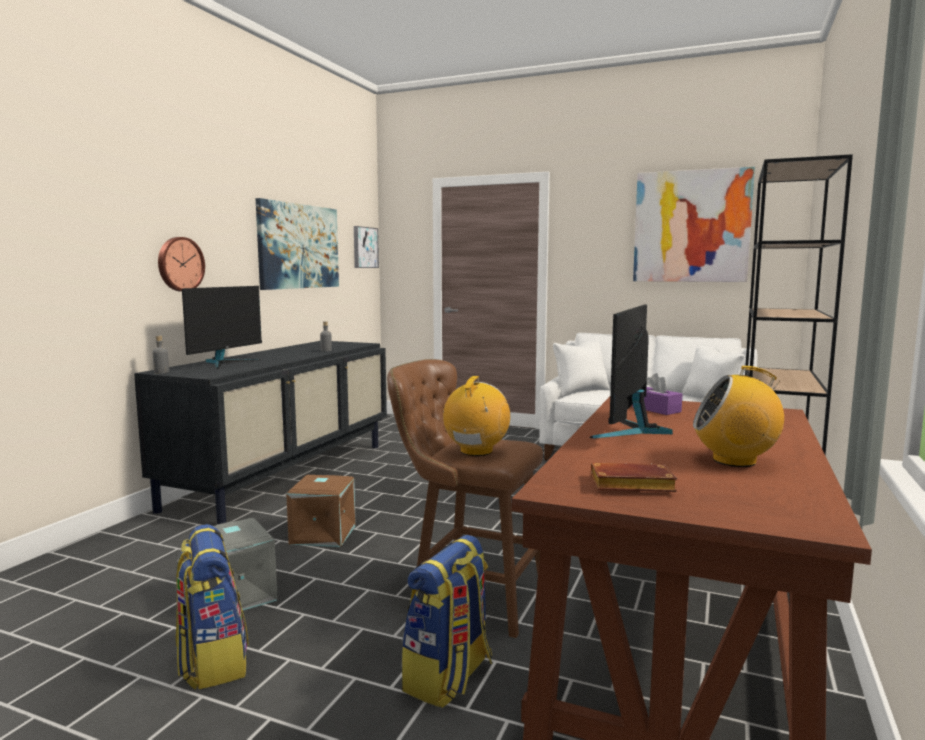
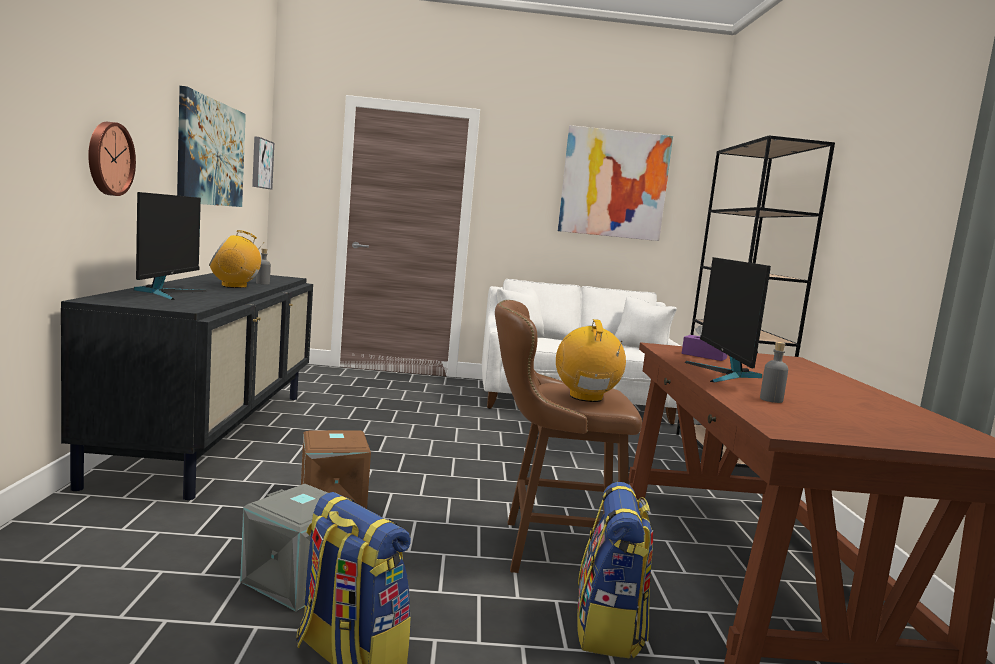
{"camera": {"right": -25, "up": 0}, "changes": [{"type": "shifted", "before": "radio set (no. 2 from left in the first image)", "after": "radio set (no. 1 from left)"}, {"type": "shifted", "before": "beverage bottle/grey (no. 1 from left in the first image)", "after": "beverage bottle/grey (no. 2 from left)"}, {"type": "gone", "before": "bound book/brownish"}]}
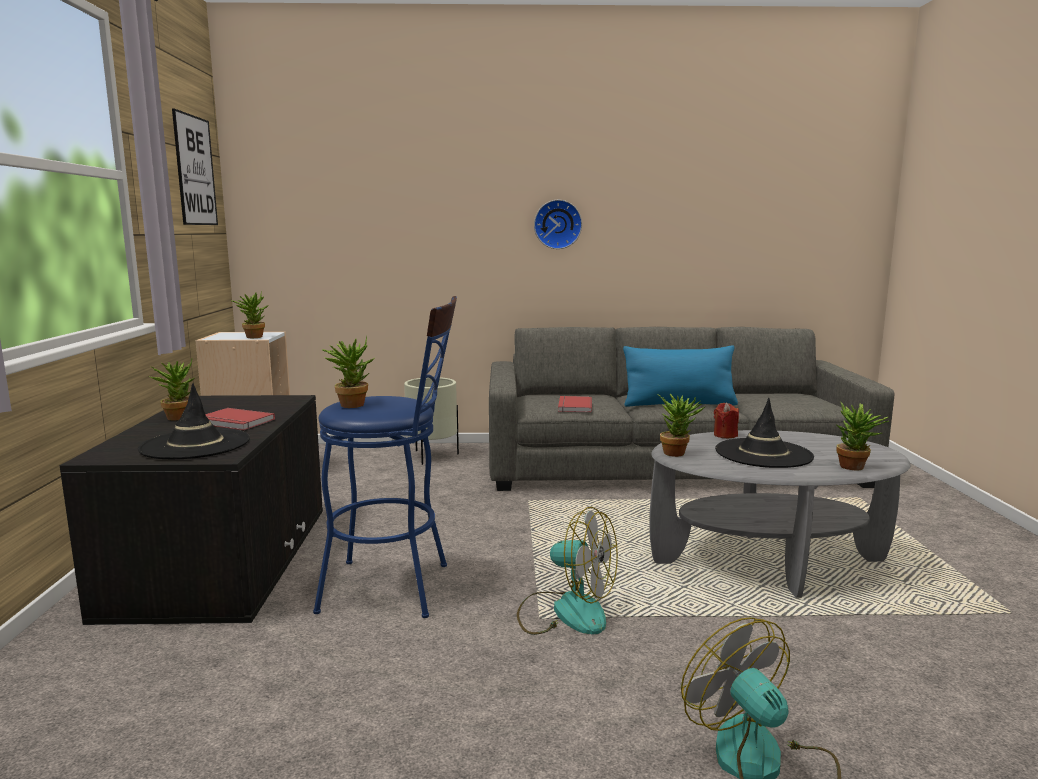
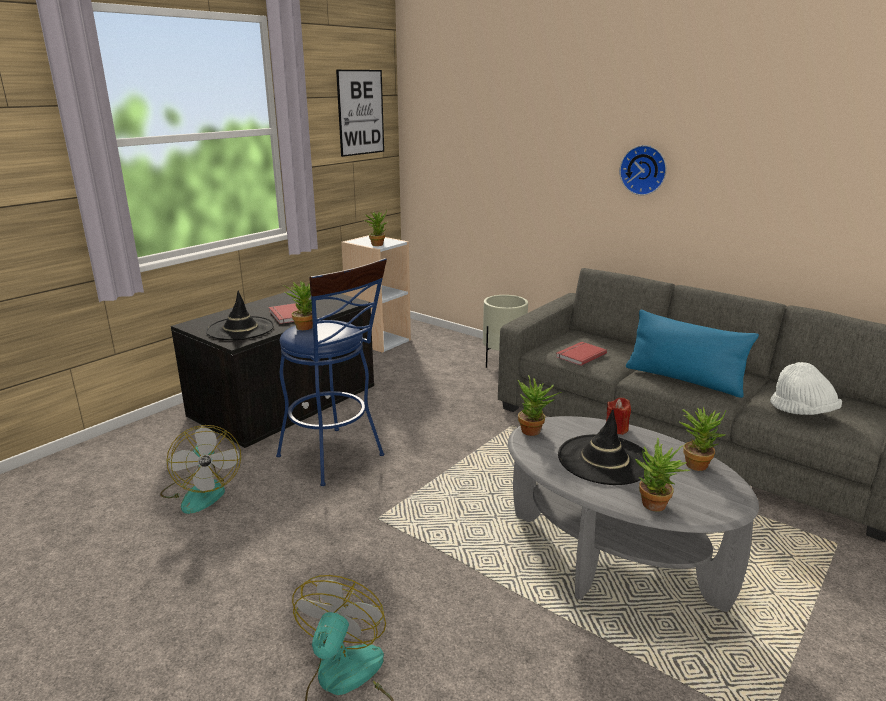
{"camera": {"right": 40, "up": 10}, "changes": [{"type": "shifted", "before": "electric fan (no. 1 from left)"}, {"type": "shifted", "before": "houseplant (no. 1 from left in the first image)", "after": "houseplant (no. 5 from left)"}, {"type": "new", "after": "wearable hat/whitish"}]}
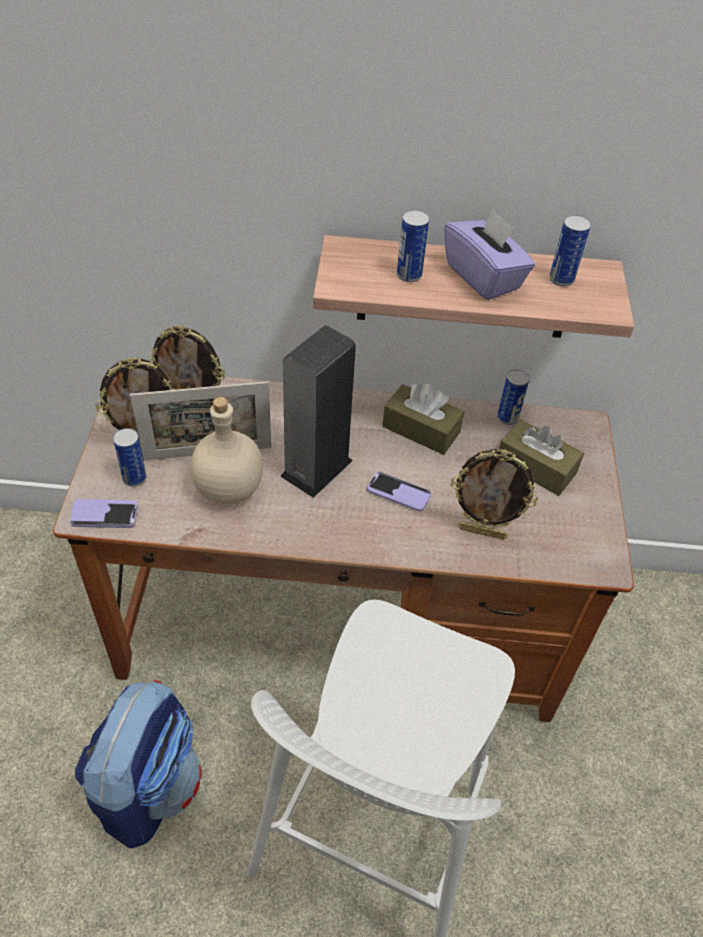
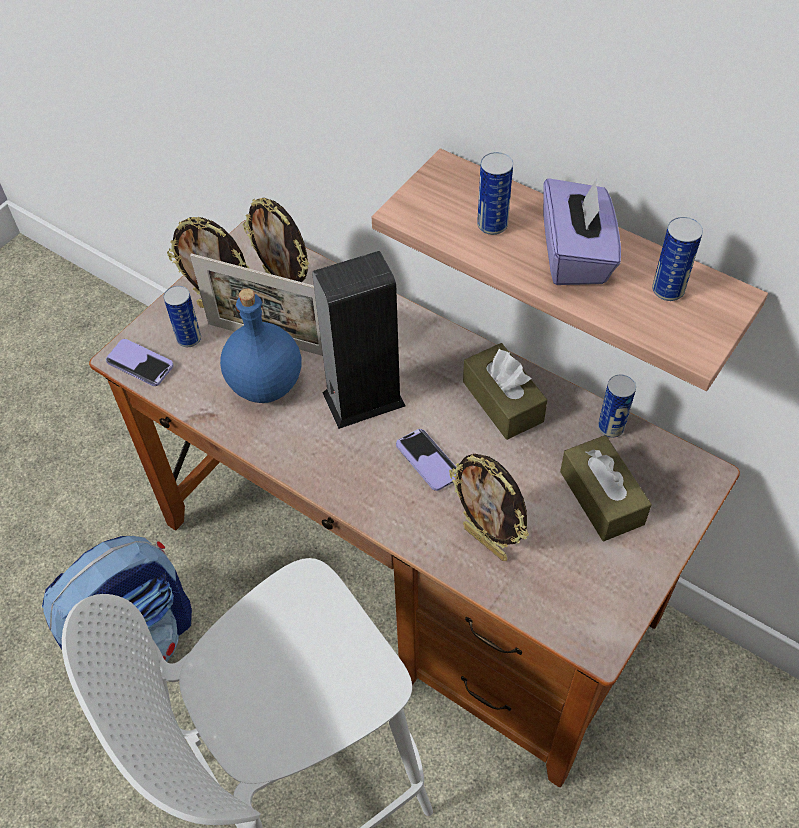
{"camera": {"right": 35, "up": 5}, "changes": [{"type": "repainted", "before": "beverage bottle/beige", "after": "beverage bottle/bluish"}]}
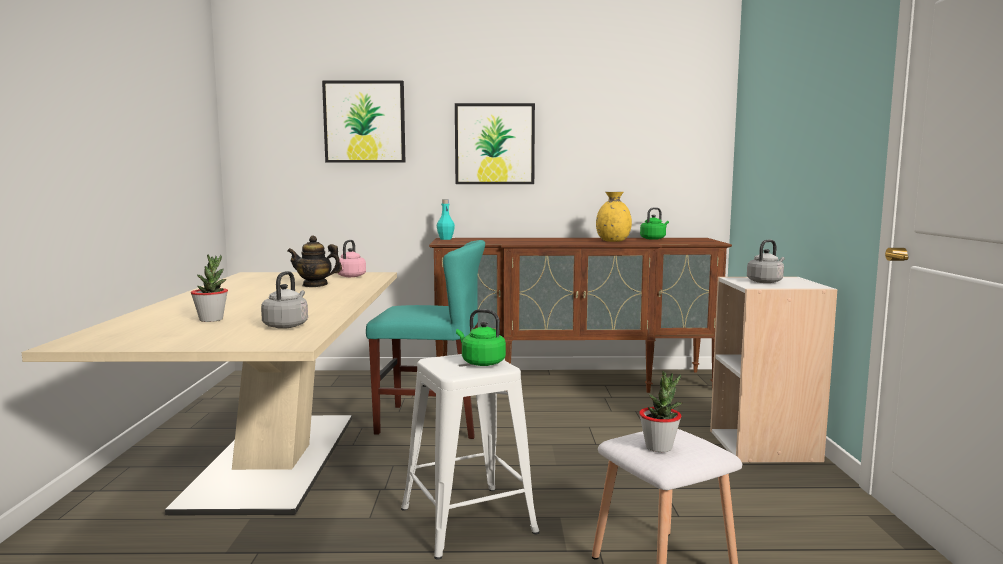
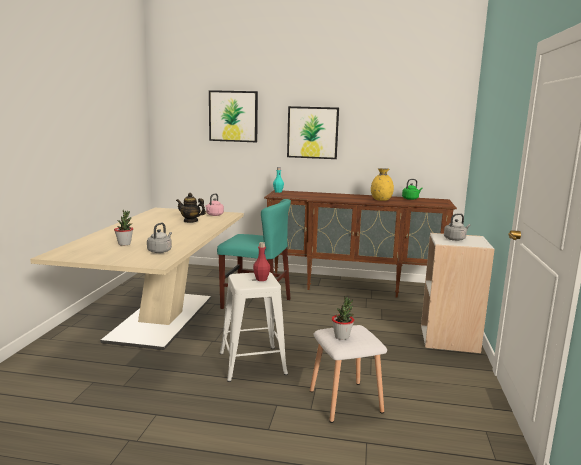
{"camera": {"right": 10, "up": 5}, "changes": [{"type": "swapped", "before": "water kettle/green (no. 1 from left)", "after": "beverage bottle/red"}]}
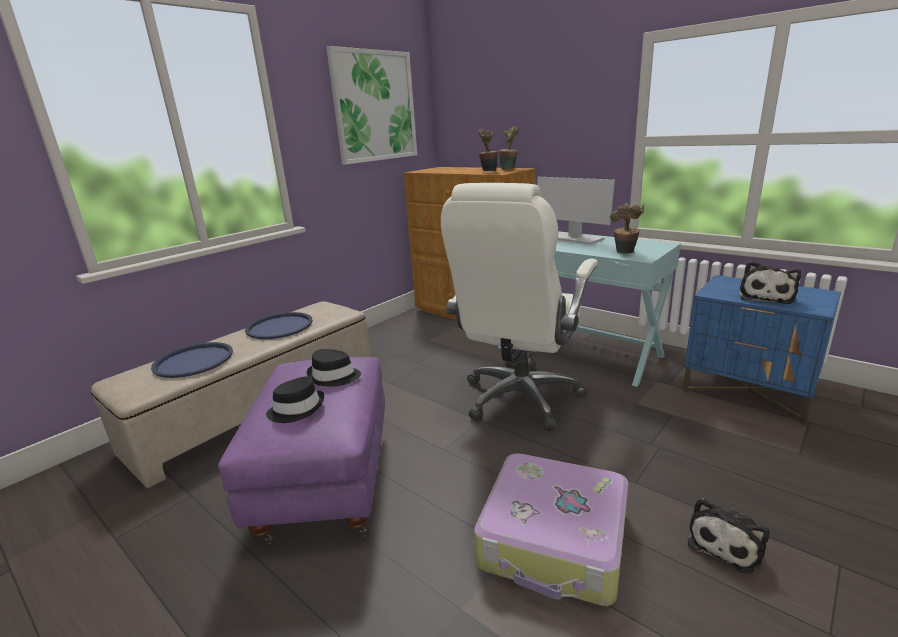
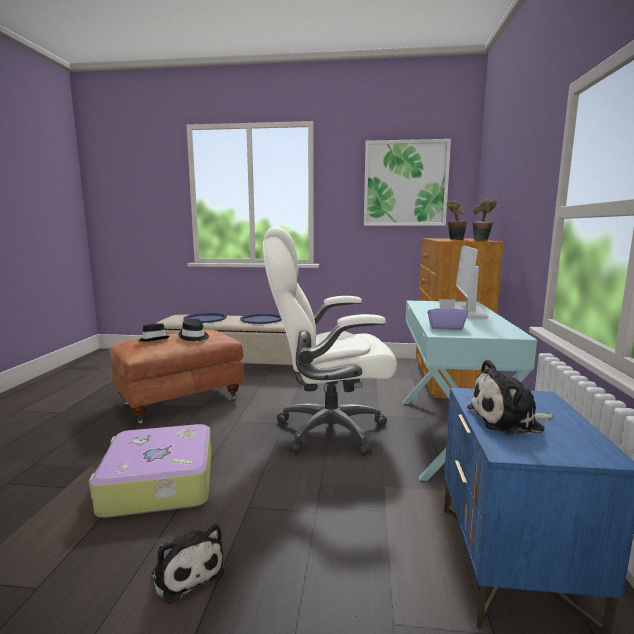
{"camera": {"right": 55, "up": -10}, "changes": [{"type": "repainted", "before": "pouffe/purple-coloured", "after": "pouffe/brownish"}, {"type": "rotated", "before": "plush toy (no. 1 from left)", "turn": -135}, {"type": "swapped", "before": "houseplant (no. 3 from left)", "after": "box of tissues/purple-coloured"}]}
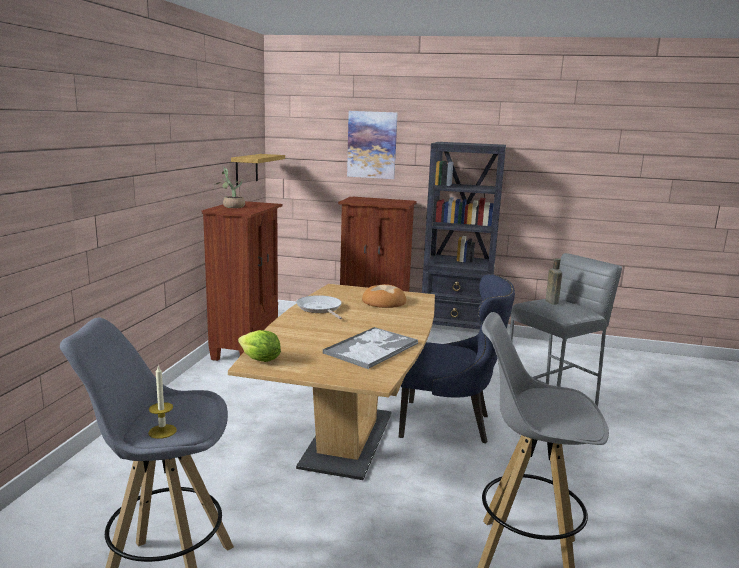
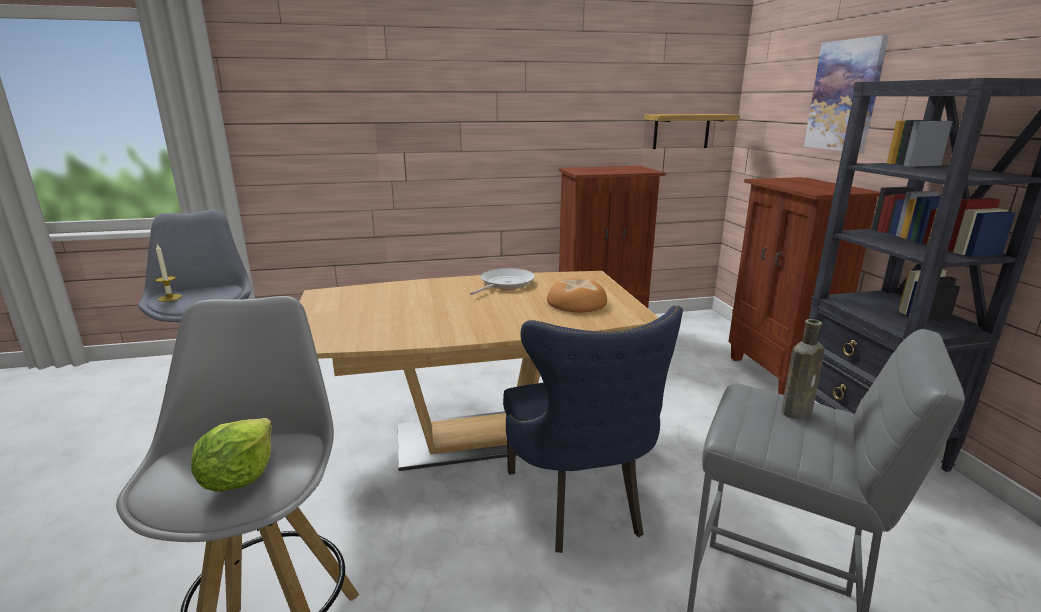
{"camera": {"right": 65, "up": 5}, "changes": [{"type": "shifted", "before": "head of lettuce"}, {"type": "gone", "before": "houseplant"}, {"type": "gone", "before": "serving tray"}]}
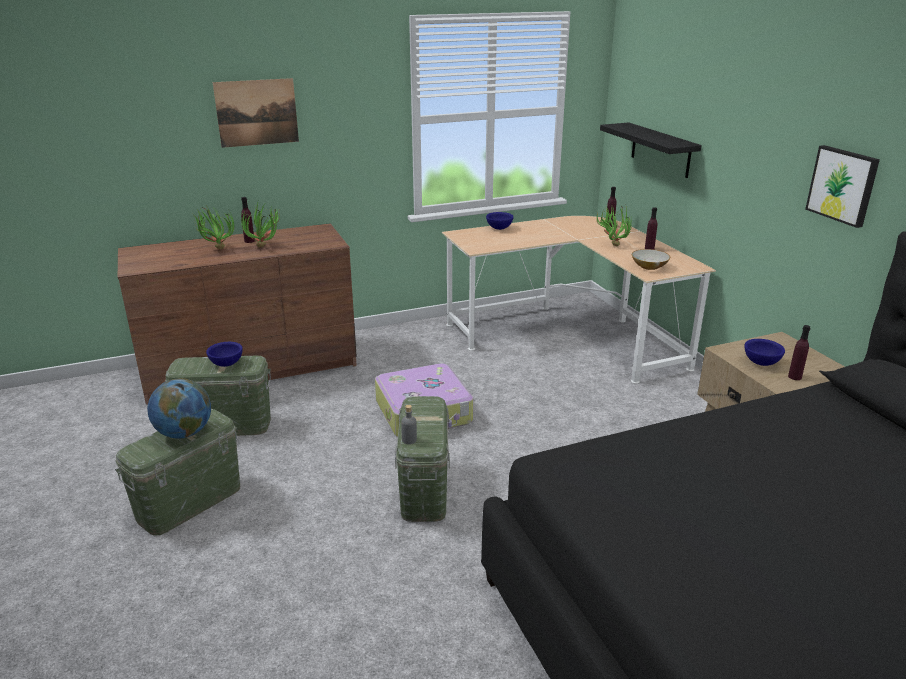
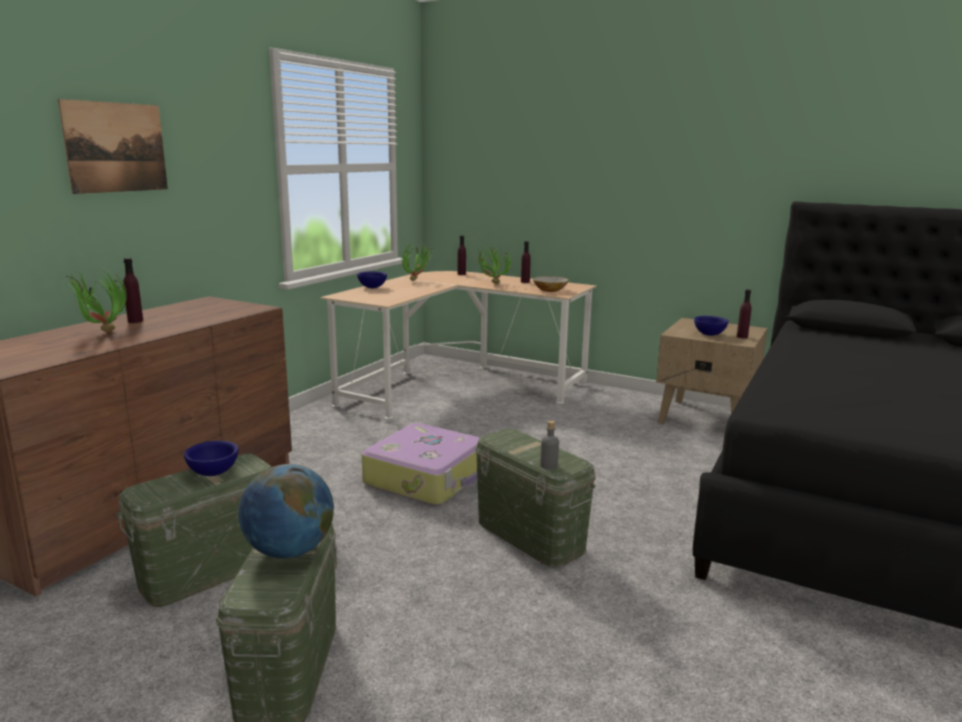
{"camera": {"right": -40, "up": -10}, "changes": [{"type": "shifted", "before": "houseplant (no. 2 from left)"}, {"type": "gone", "before": "wall shelf/black-coloured"}, {"type": "gone", "before": "picture (no. 2 from left)"}]}
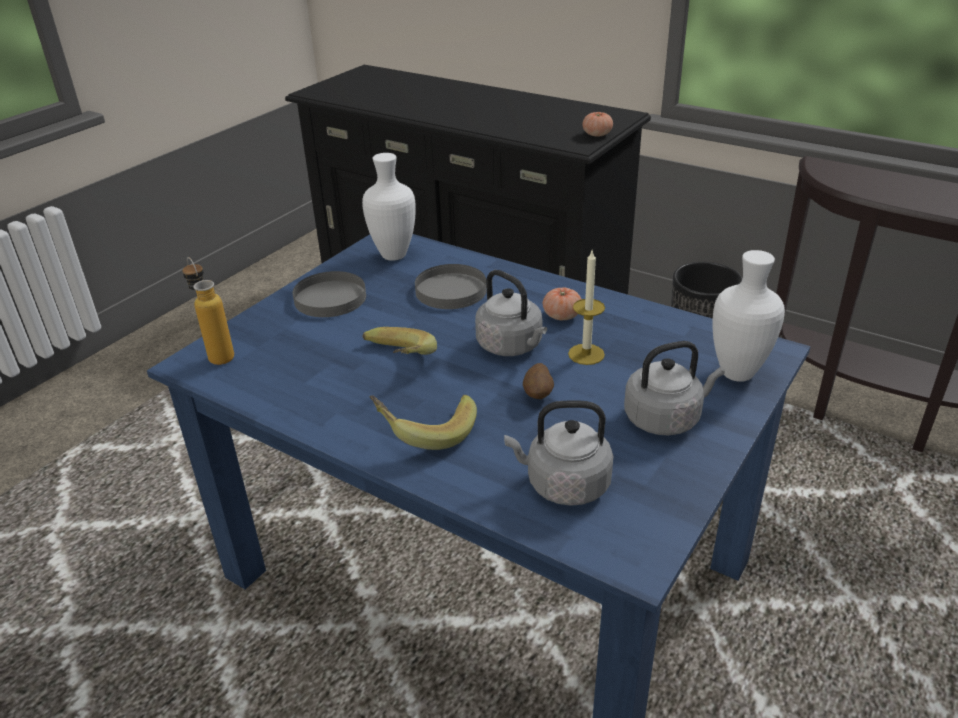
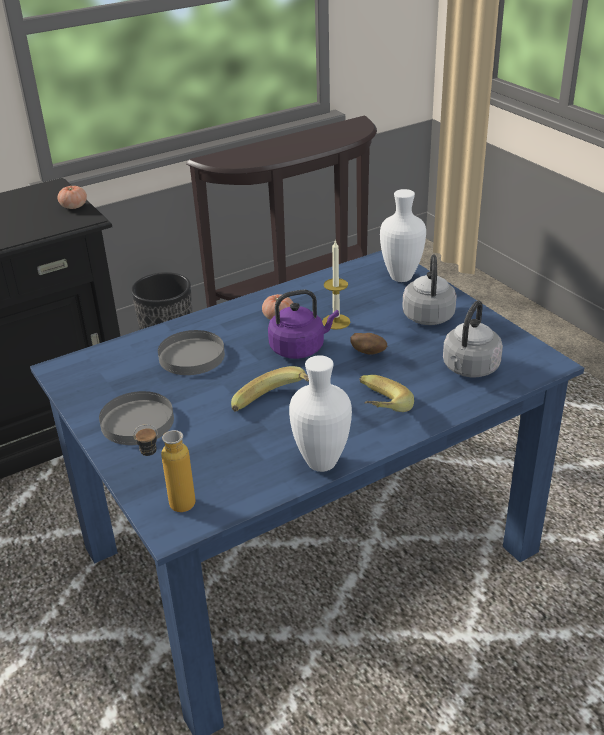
{"camera": {"right": -65, "up": 0}, "changes": [{"type": "repainted", "before": "water kettle/grey (no. 1 from left)", "after": "water kettle/purple-coloured"}, {"type": "shifted", "before": "flower vase/whitish (no. 1 from left)"}]}
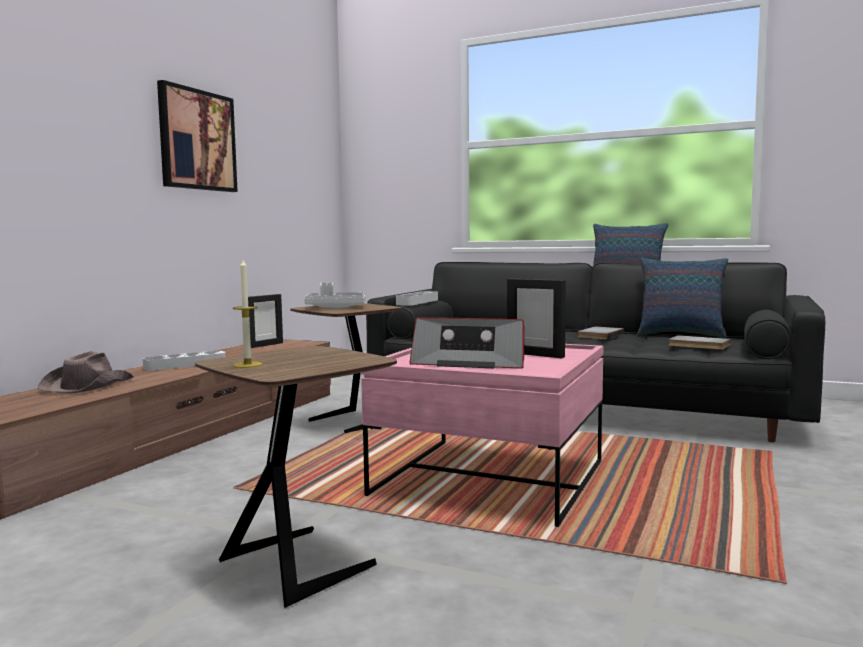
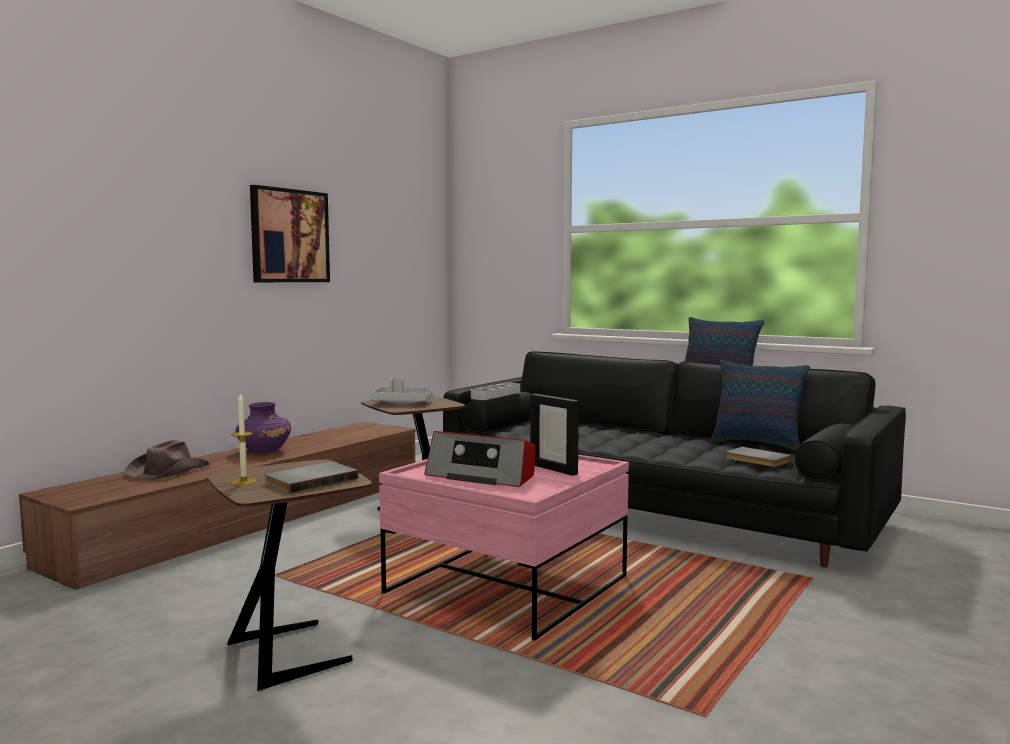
{"camera": {"right": 10, "up": 0}, "changes": [{"type": "swapped", "before": "serving tray/grey (no. 1 from left)", "after": "flower vase/purple-coloured"}, {"type": "shifted", "before": "bound book/grey (no. 1 from left)"}, {"type": "gone", "before": "picture frame (no. 1 from left)"}]}
